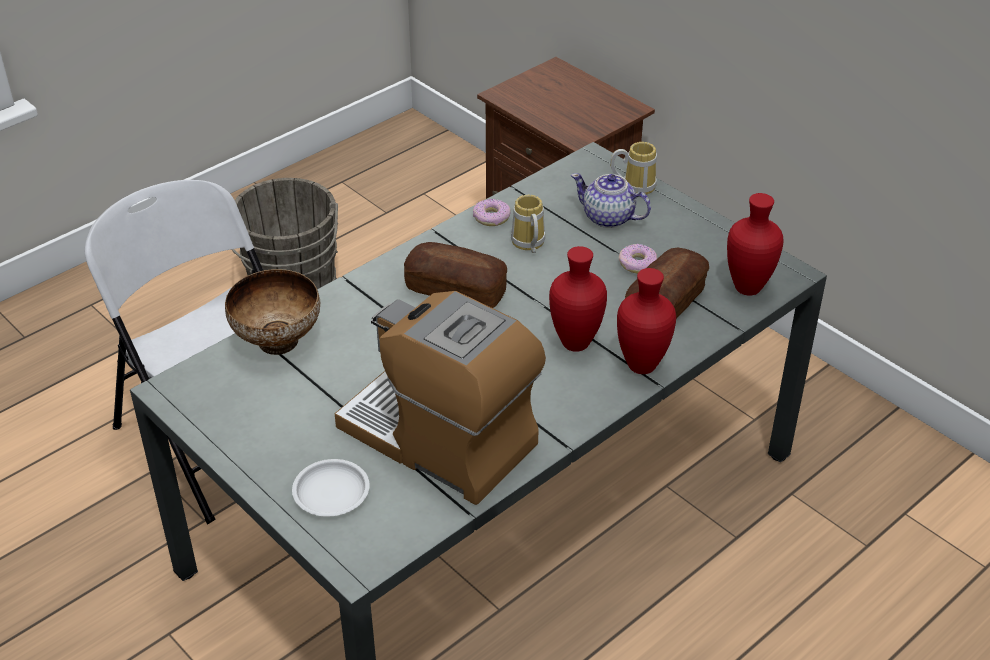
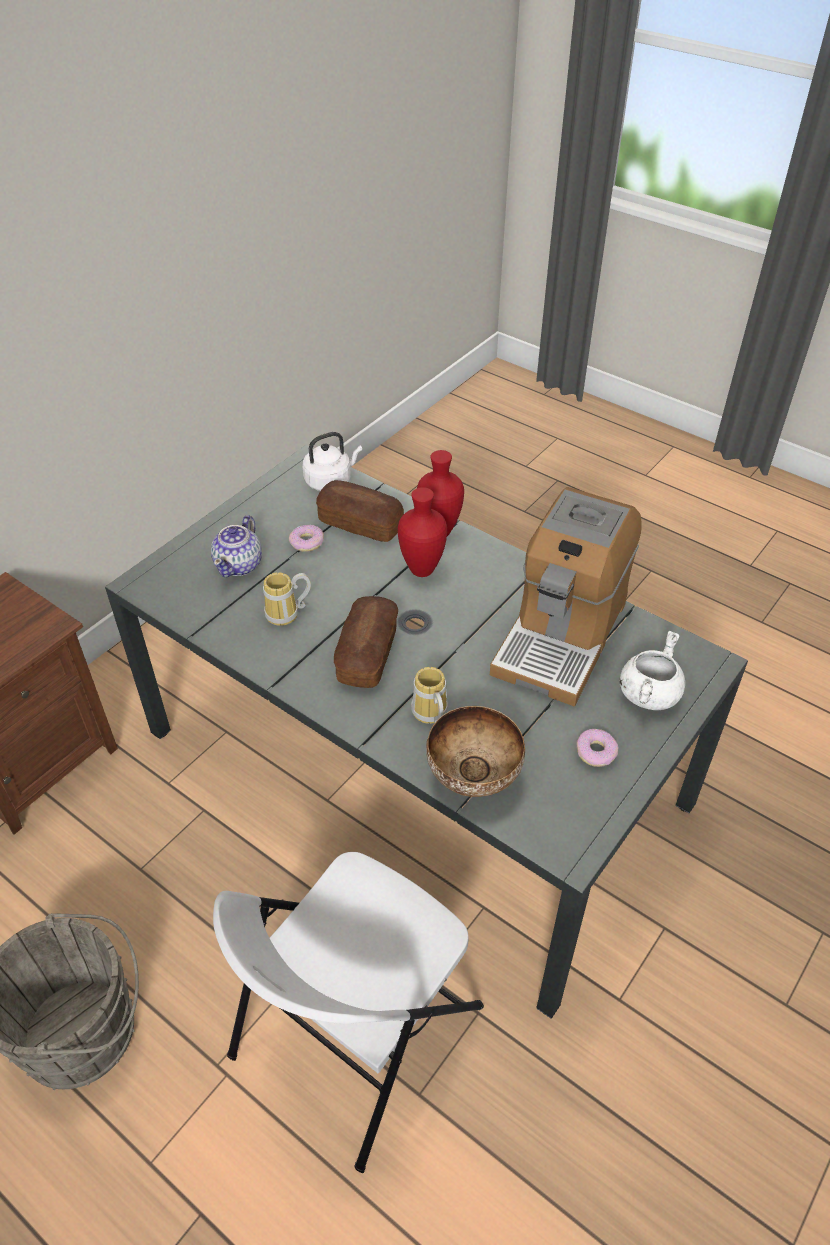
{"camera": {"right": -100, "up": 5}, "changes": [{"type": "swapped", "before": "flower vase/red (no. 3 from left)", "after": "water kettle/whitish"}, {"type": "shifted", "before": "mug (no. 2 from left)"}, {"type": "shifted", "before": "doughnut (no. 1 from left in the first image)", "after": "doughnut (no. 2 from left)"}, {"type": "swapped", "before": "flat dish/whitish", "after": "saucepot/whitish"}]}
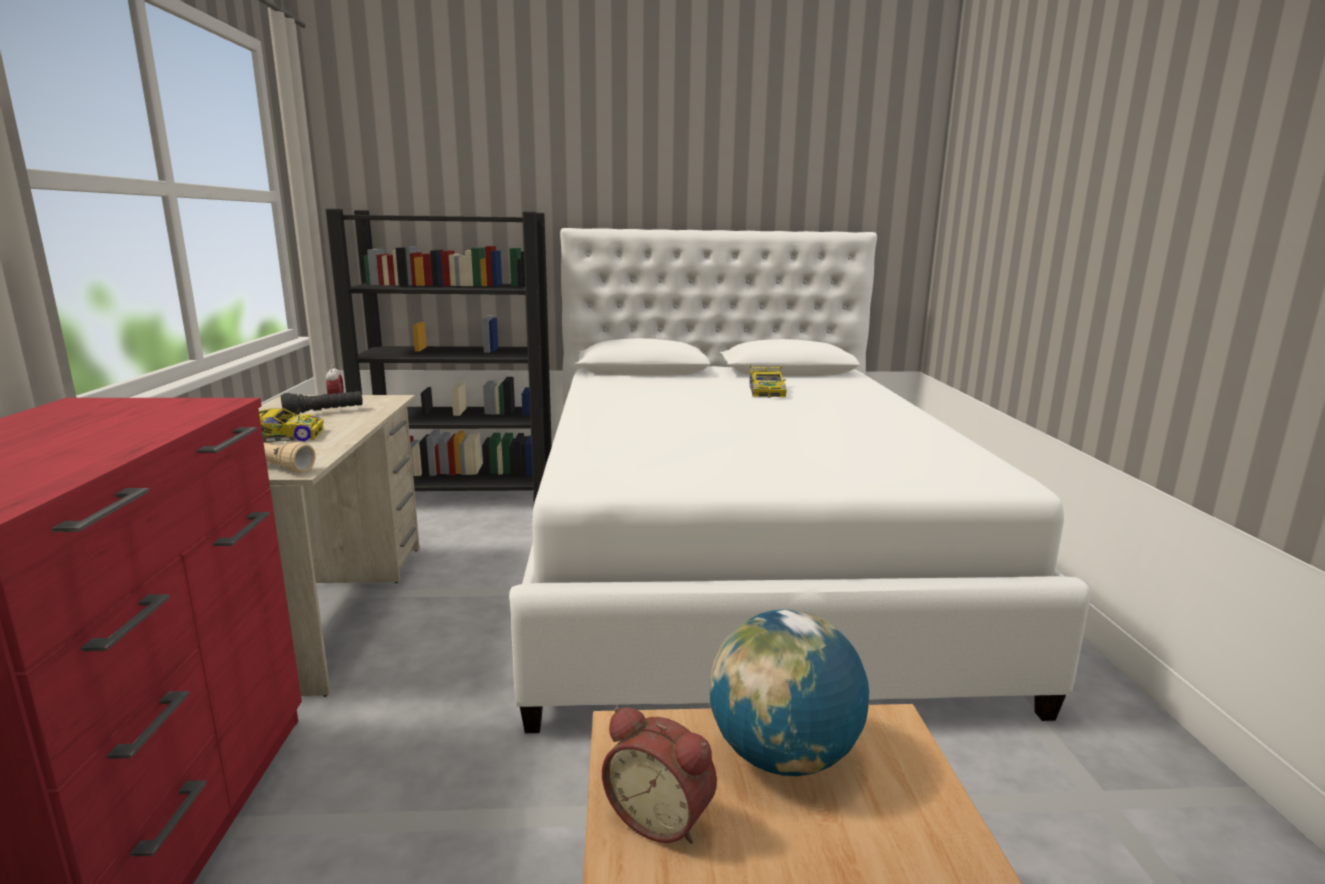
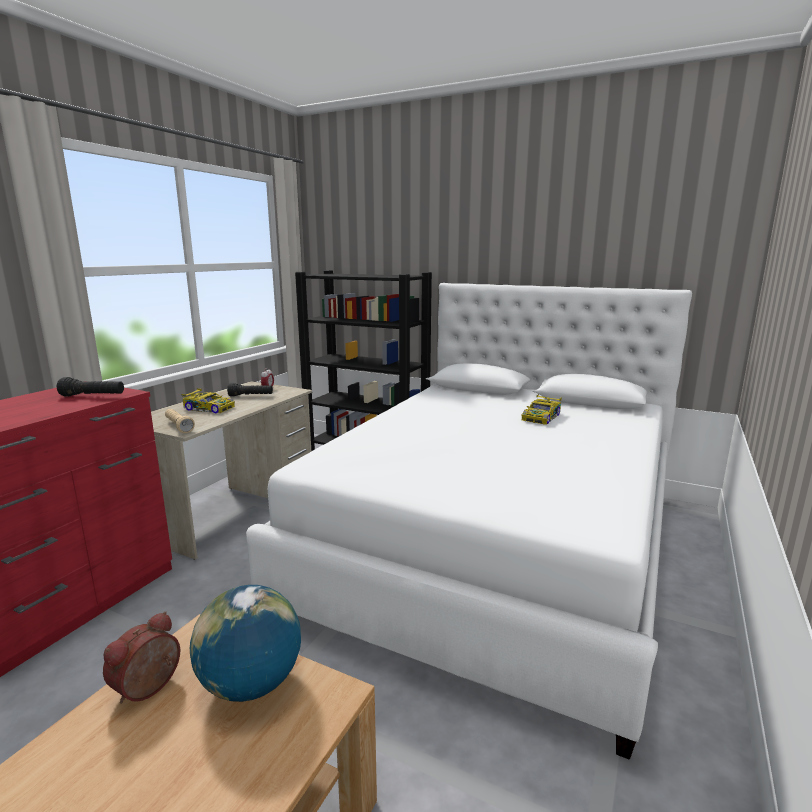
{"camera": {"right": 30, "up": 0}, "changes": [{"type": "new", "after": "hand torch/black-coloured (no. 1 from left)"}, {"type": "rotated", "before": "table clock (no. 2 from left in the first image)", "turn": 60}]}
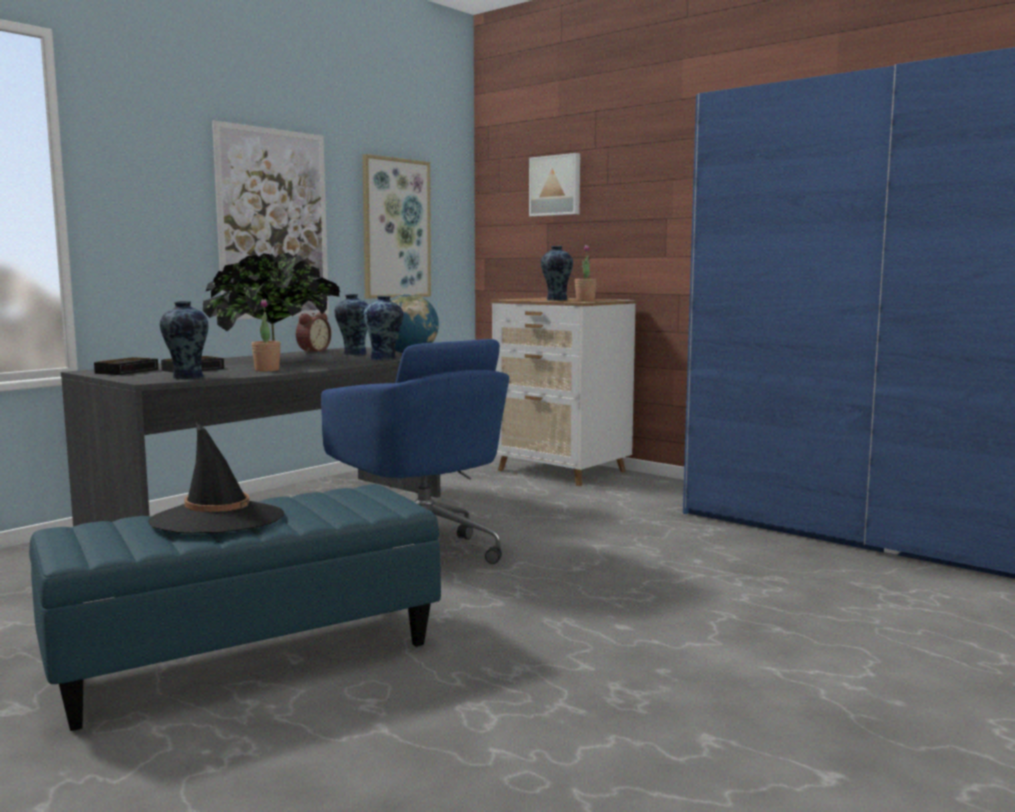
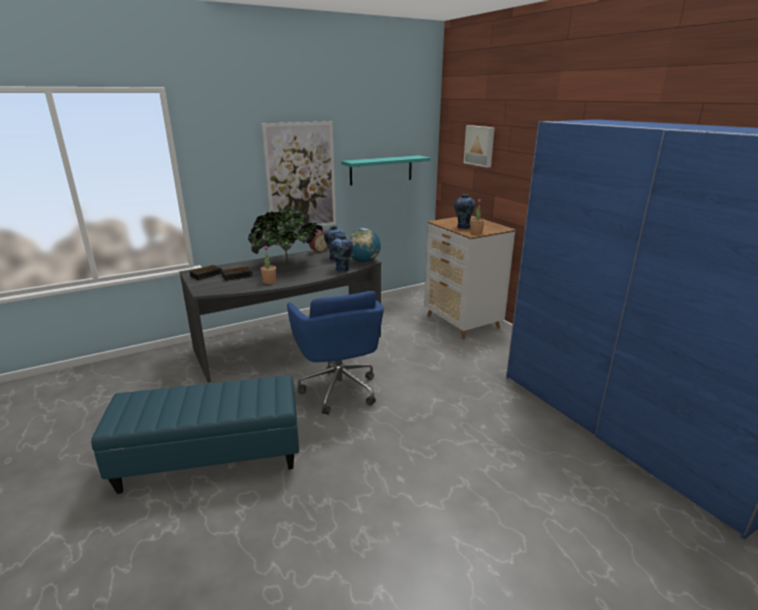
{"camera": {"right": 20, "up": 15}, "changes": [{"type": "swapped", "before": "picture (no. 2 from left)", "after": "wall shelf/turquoise"}, {"type": "gone", "before": "wearable hat/black-coloured"}, {"type": "gone", "before": "flower vase (no. 1 from left)"}]}
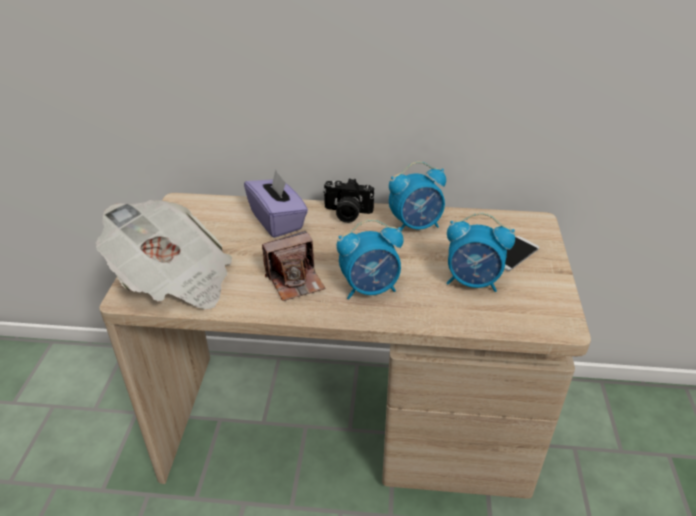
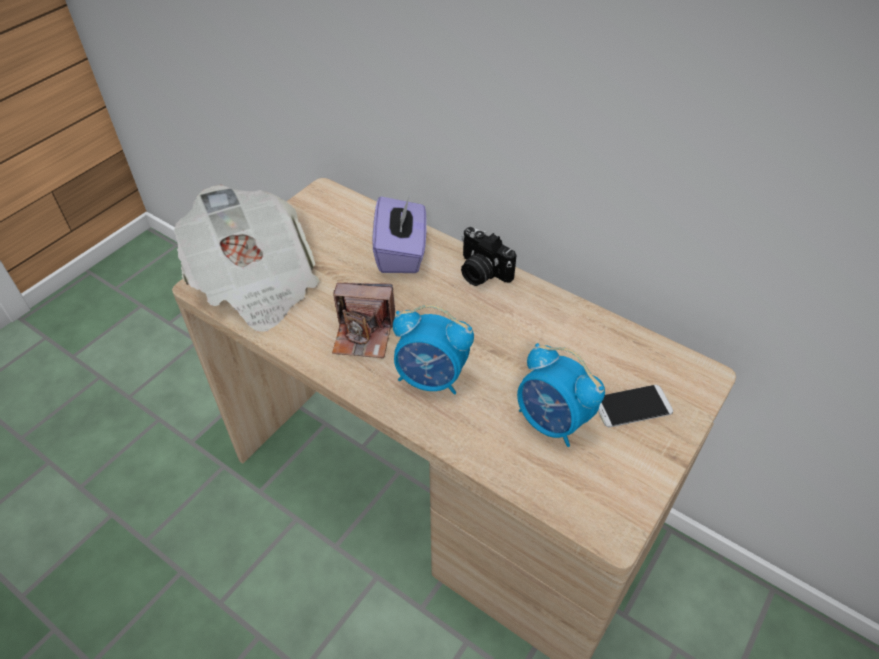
{"camera": {"right": 30, "up": 10}, "changes": [{"type": "gone", "before": "table clock (no. 2 from left)"}]}
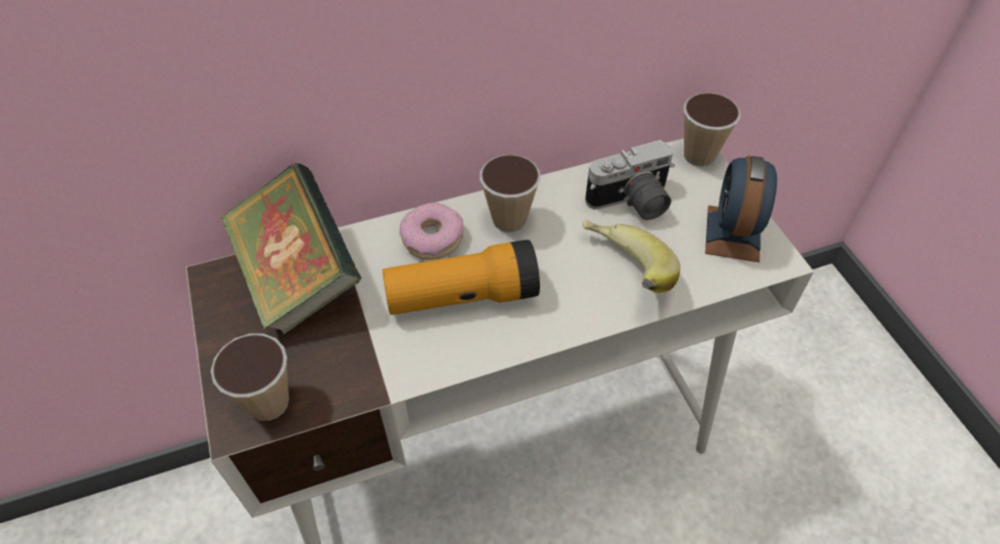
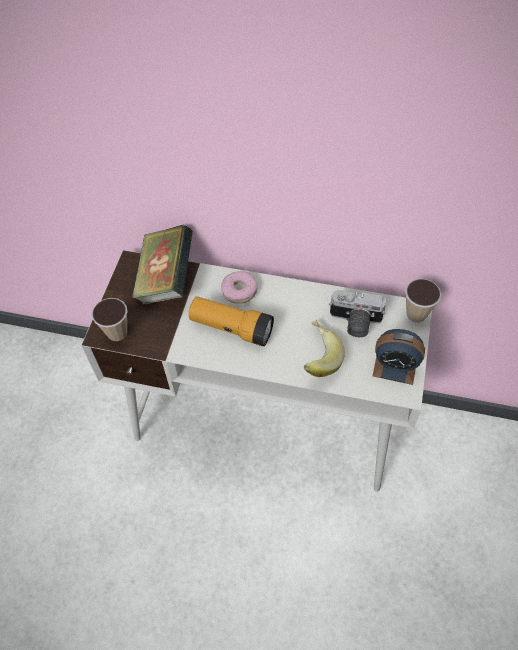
{"camera": {"right": 35, "up": 5}, "changes": [{"type": "rotated", "before": "table clock", "turn": -120}, {"type": "gone", "before": "cup (no. 2 from left)"}]}
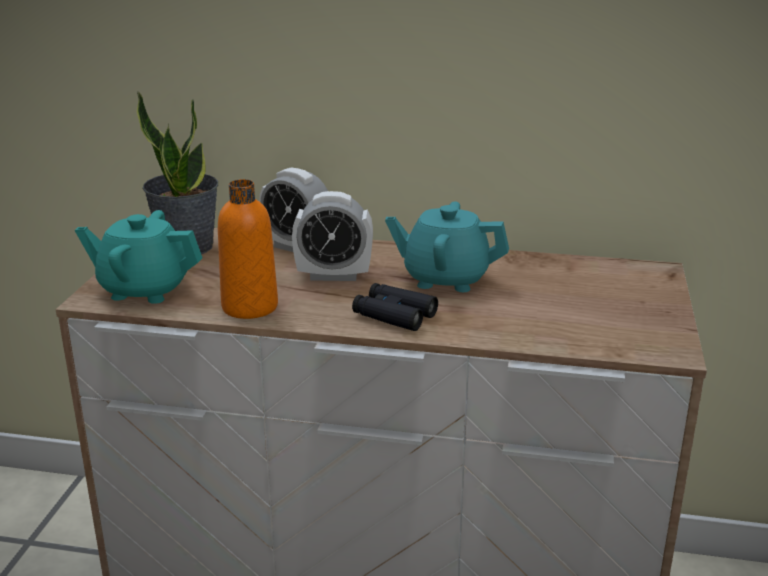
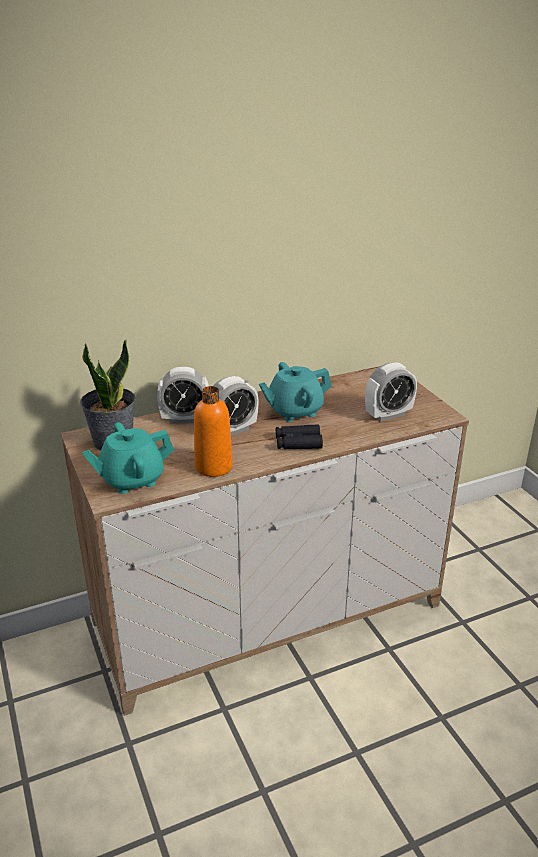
{"camera": {"right": -35, "up": 5}, "changes": [{"type": "new", "after": "table clock (no. 3 from left)"}]}
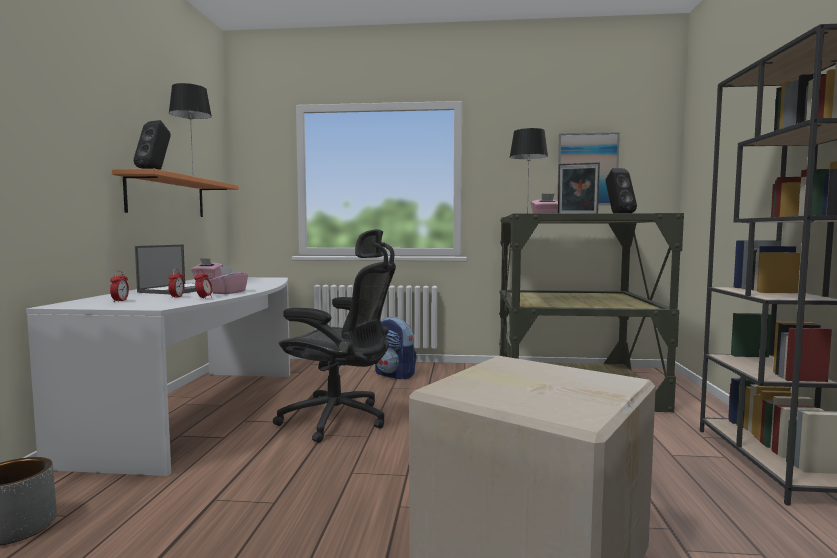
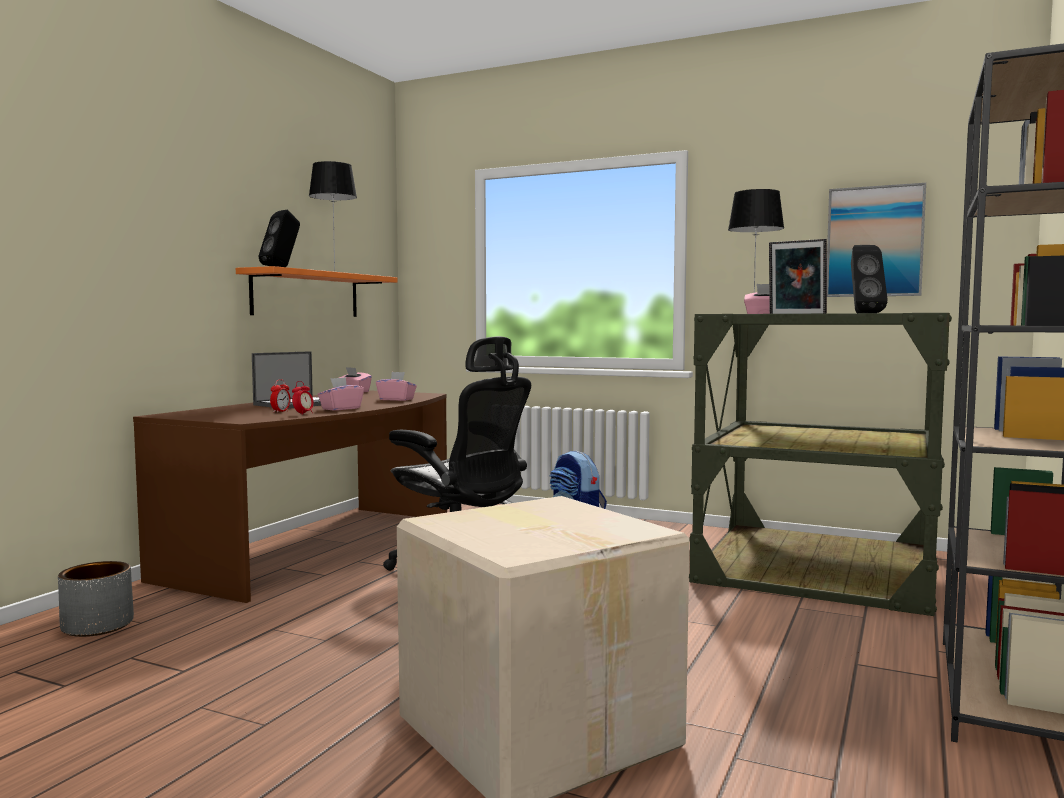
{"camera": {"right": 20, "up": 0}, "changes": [{"type": "repainted", "before": "desk unit/whitish", "after": "desk unit/brownish"}, {"type": "new", "after": "box of tissues/pink-coloured (no. 3 from left)"}, {"type": "gone", "before": "table clock (no. 1 from left)"}]}
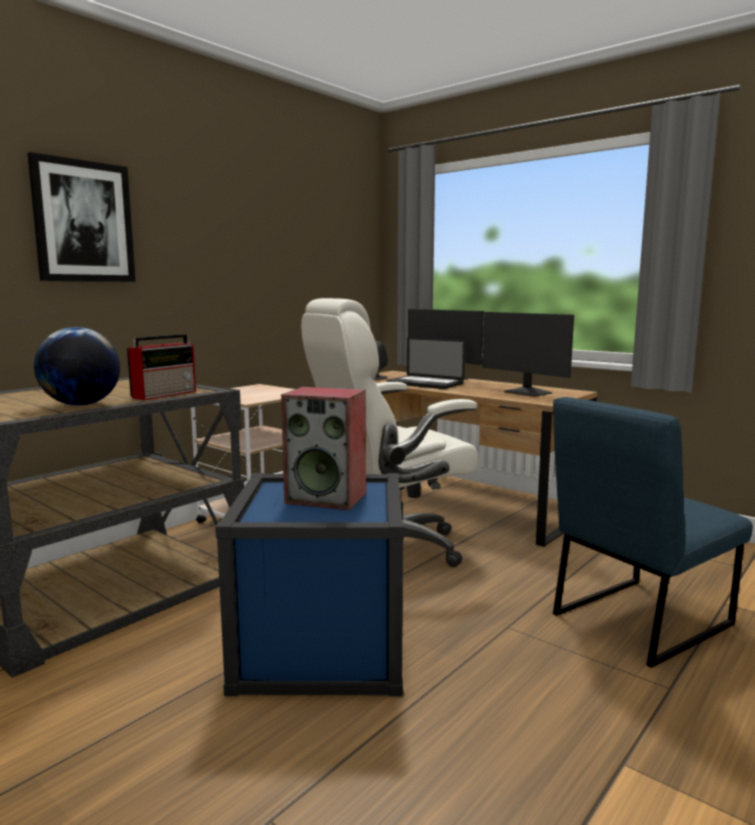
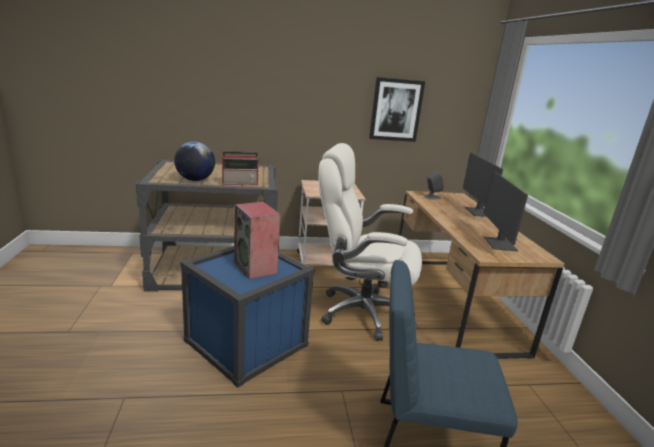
{"camera": {"right": 40, "up": 10}, "changes": [{"type": "shifted", "before": "picture"}, {"type": "gone", "before": "portable computer"}]}
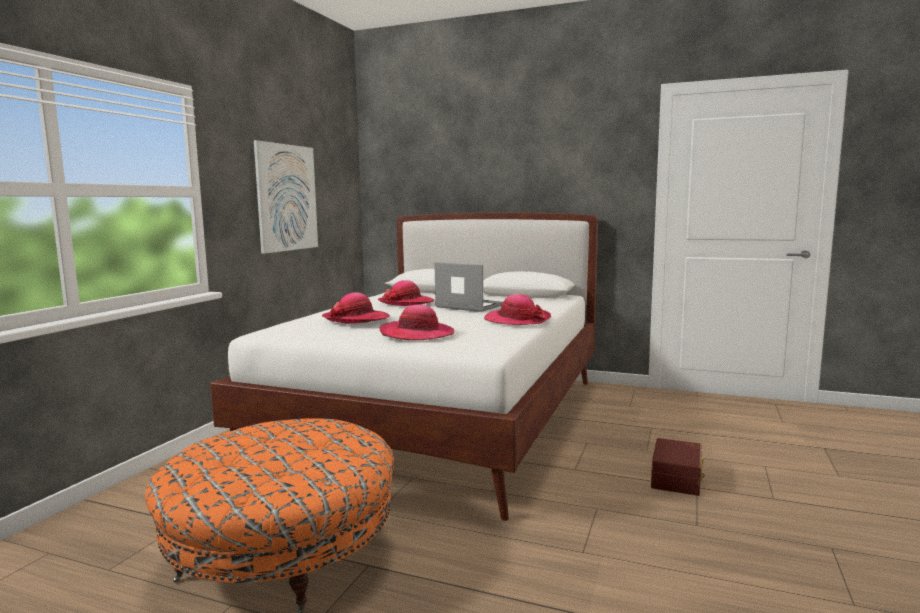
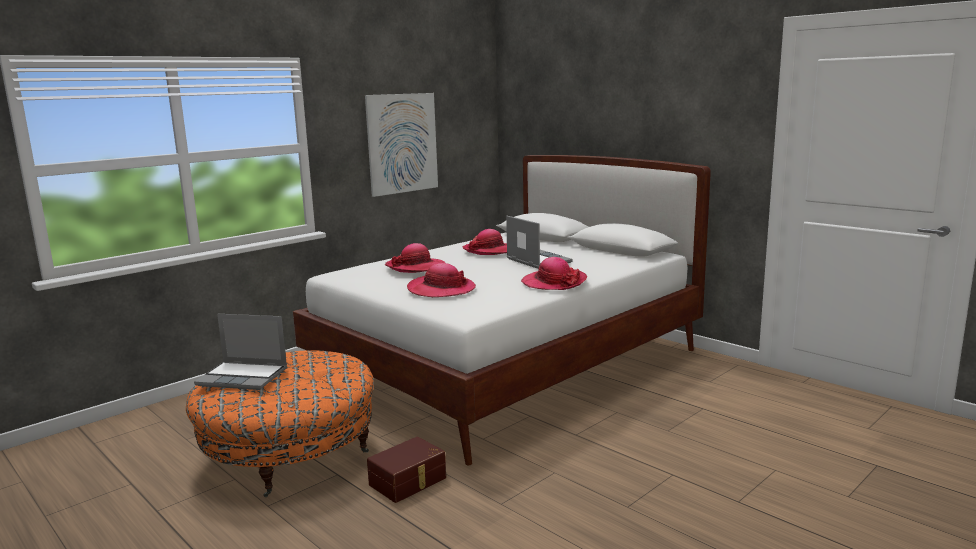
{"camera": {"right": 25, "up": 5}, "changes": [{"type": "new", "after": "portable computer (no. 1 from left)"}, {"type": "shifted", "before": "storage box/brownish"}]}
